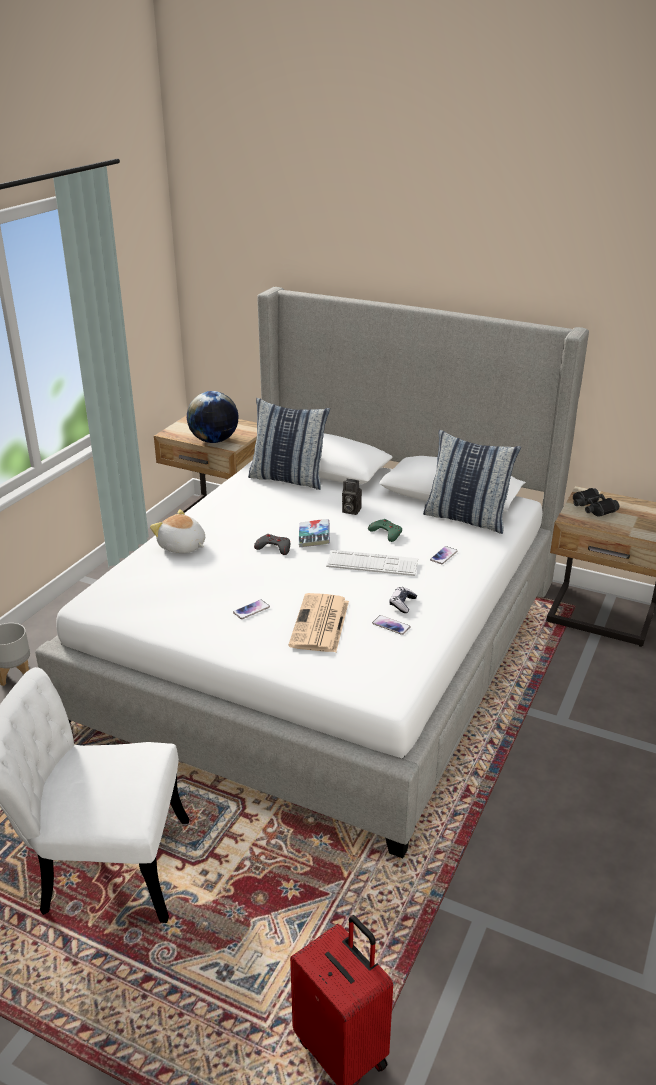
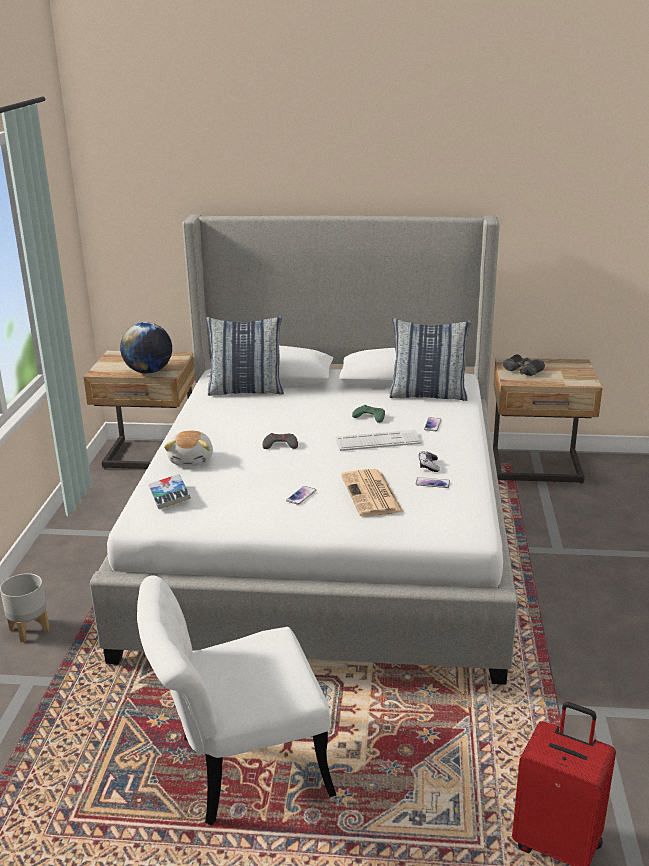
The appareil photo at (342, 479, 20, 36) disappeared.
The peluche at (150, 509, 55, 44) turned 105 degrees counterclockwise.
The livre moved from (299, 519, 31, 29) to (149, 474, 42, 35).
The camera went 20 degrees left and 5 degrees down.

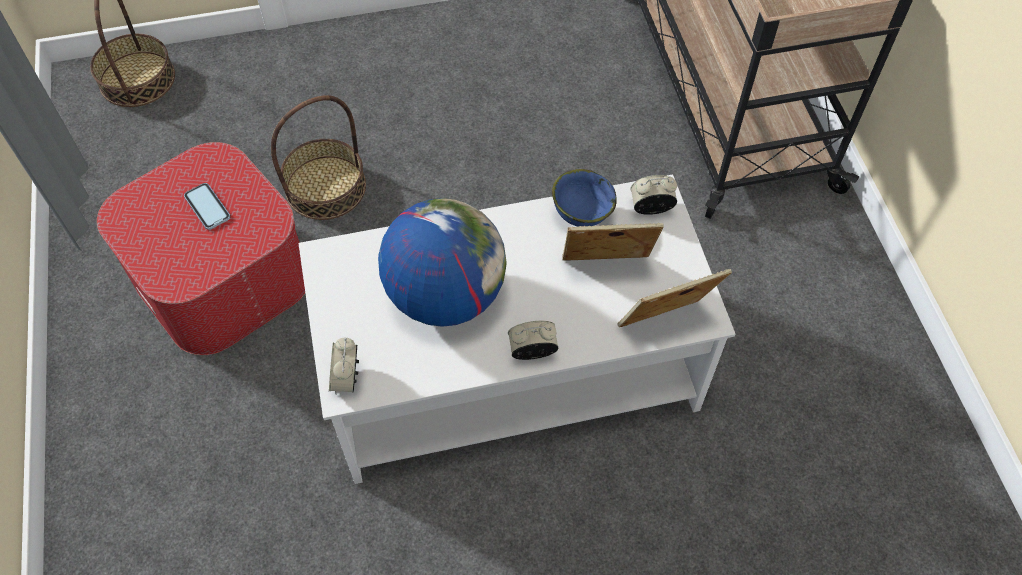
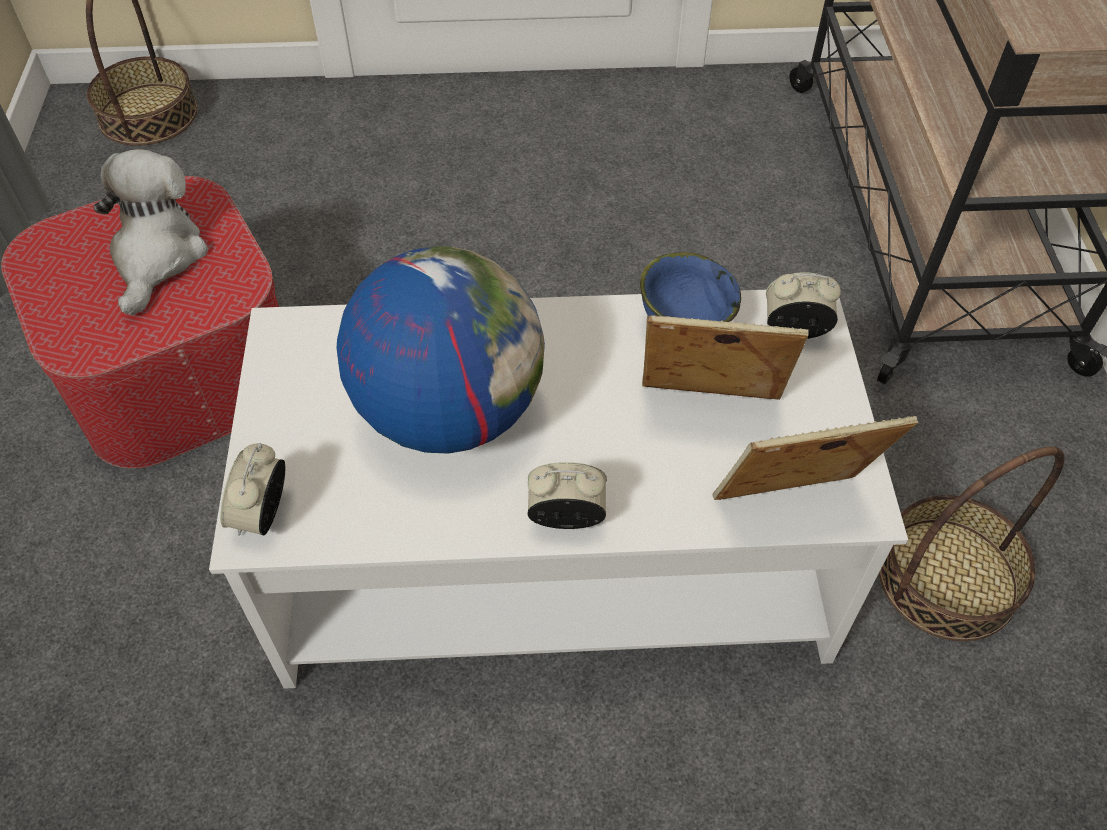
The panier moved from (271, 95, 95, 125) to (879, 447, 186, 194).
The téléphone at (184, 183, 46, 47) was replaced by the peluche at (93, 149, 115, 166).
The camera went 10 degrees right and 5 degrees down.

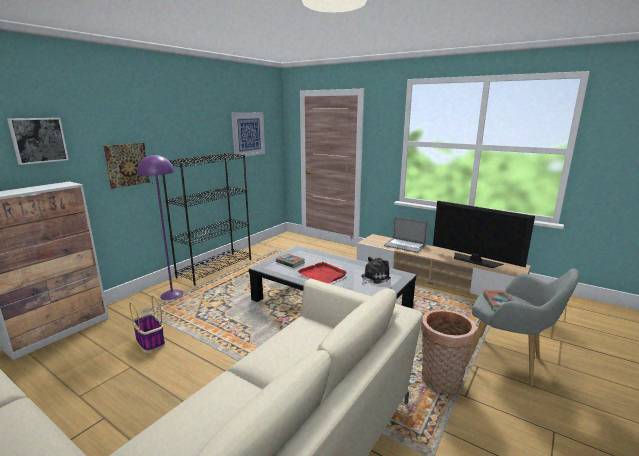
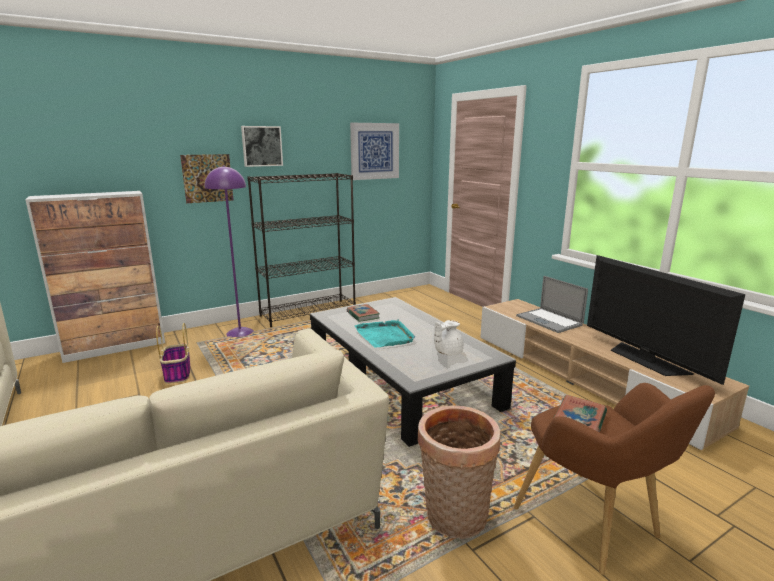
The tableau moved from (7, 118, 62, 47) to (241, 126, 42, 41).
The peluche at (361, 257, 30, 28) was replaced by the théière/blanc at (434, 320, 30, 35).
The plateau/rouge at (297, 262, 50, 22) became the plateau/turquoise at (355, 320, 60, 28).
The fauteuil/gris at (467, 268, 112, 118) became the fauteuil/marron at (514, 383, 201, 192).
The camera went 25 degrees right and 0 degrees up.

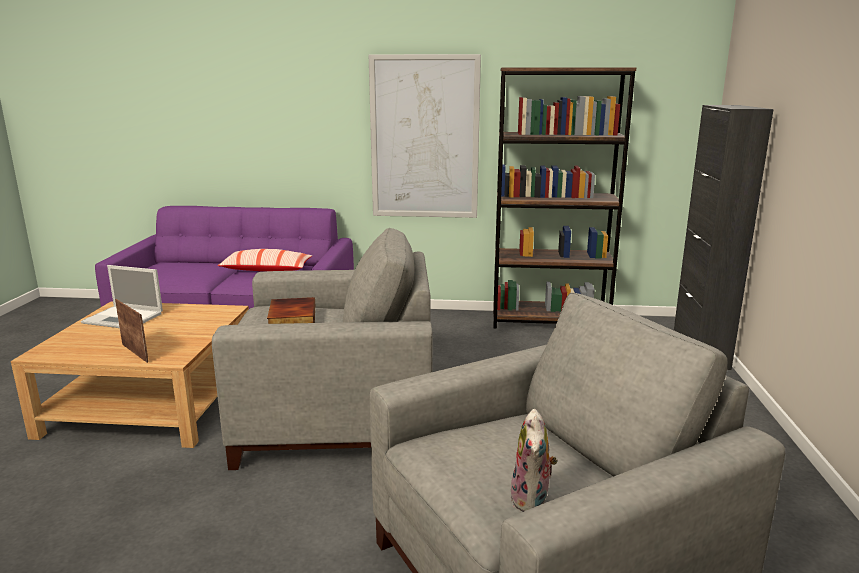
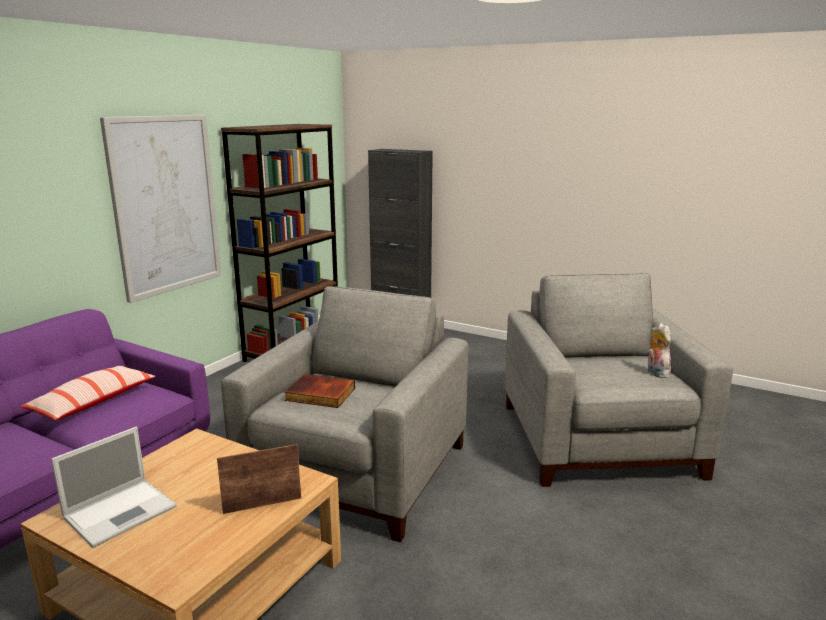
The peluche at (510, 409, 47, 103) turned 135 degrees counterclockwise.
The camera went 65 degrees left and 0 degrees up.

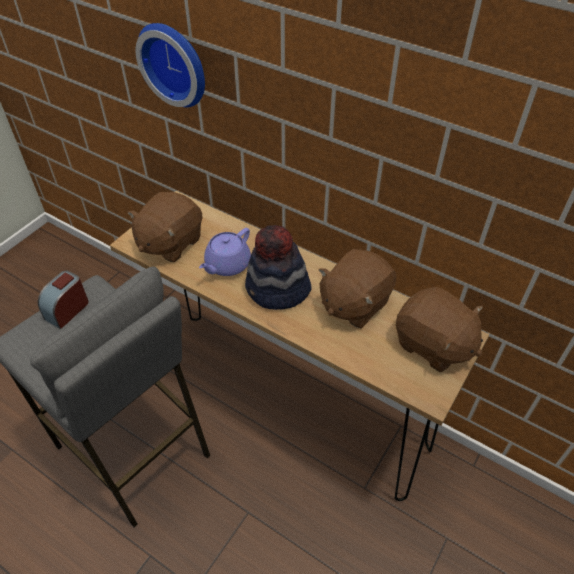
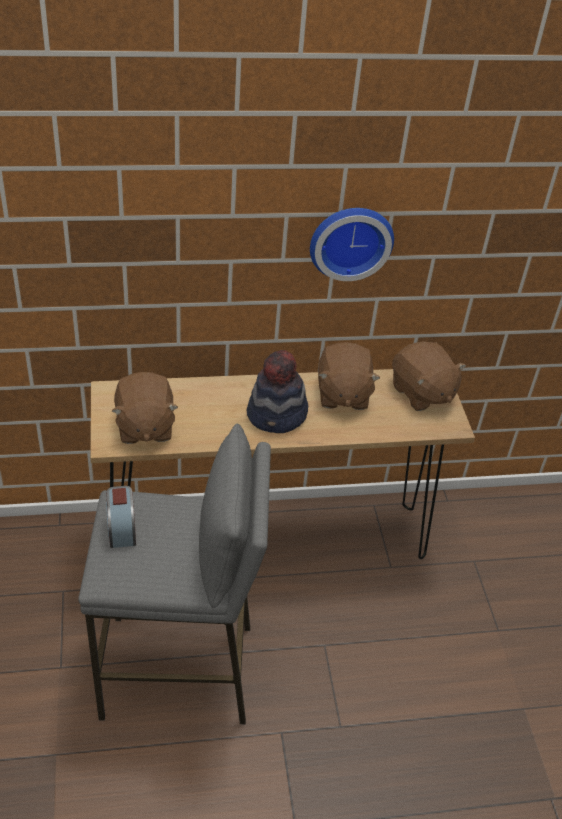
The horloge murale moved from (135, 23, 70, 84) to (310, 208, 84, 73).
The théière/violet at (199, 228, 52, 48) disappeared.
The peluche/marron at (396, 287, 87, 85) turned 60 degrees clockwise.
The camera went 45 degrees left and 5 degrees down.

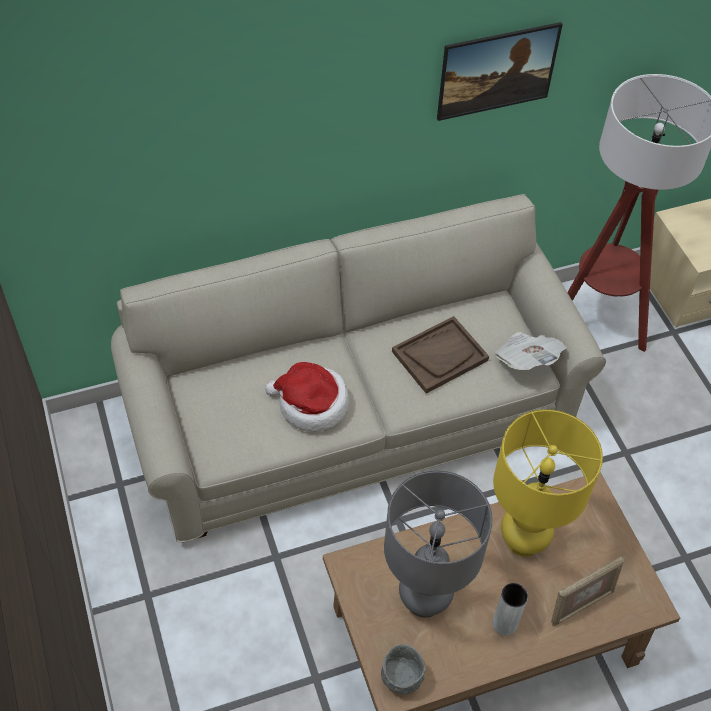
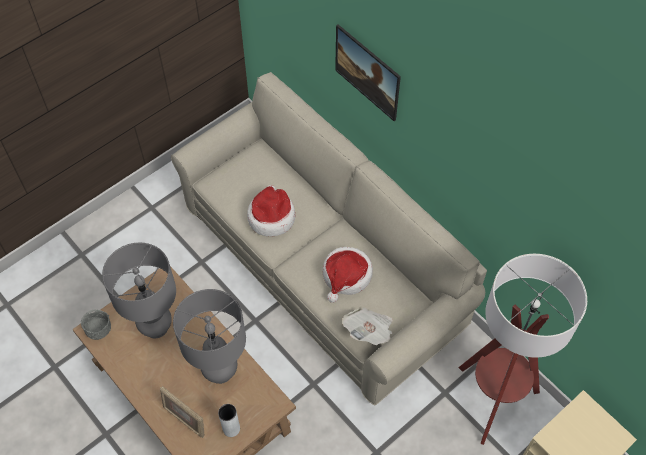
The tableau moved from (437, 22, 126, 99) to (335, 24, 66, 97).
The plateau/marron at (392, 316, 97, 78) was replaced by the chapeau at (323, 247, 50, 56).
The lampe de table/jaune at (493, 409, 110, 148) became the lampe de table/gris at (173, 289, 73, 95).
The vase/gris moved from (493, 583, 35, 52) to (218, 404, 22, 33).
The camera went 70 degrees right and 5 degrees up.

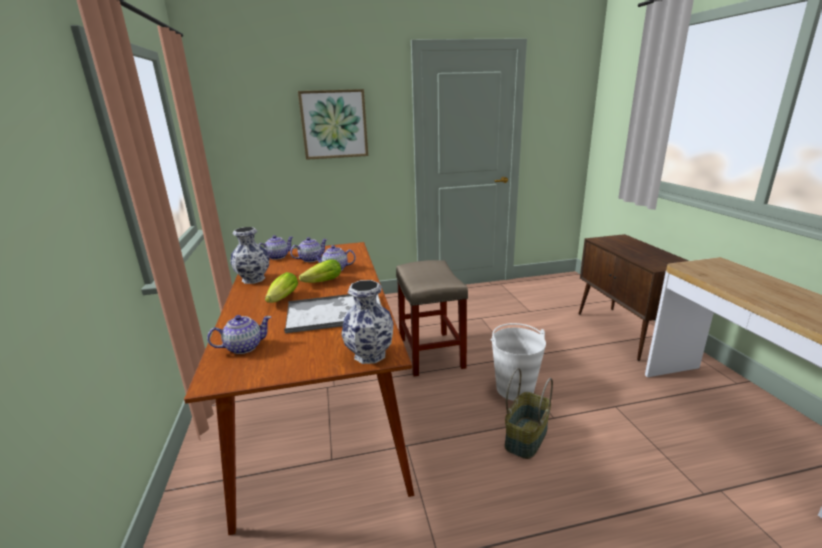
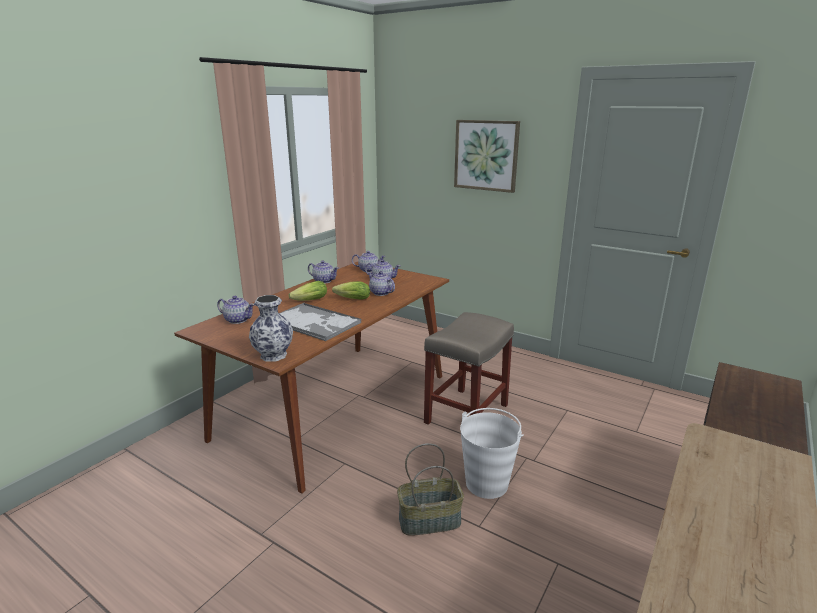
The vase at (230, 227, 39, 57) was replaced by the théière at (308, 260, 31, 24).
The camera went 45 degrees right and 0 degrees up.

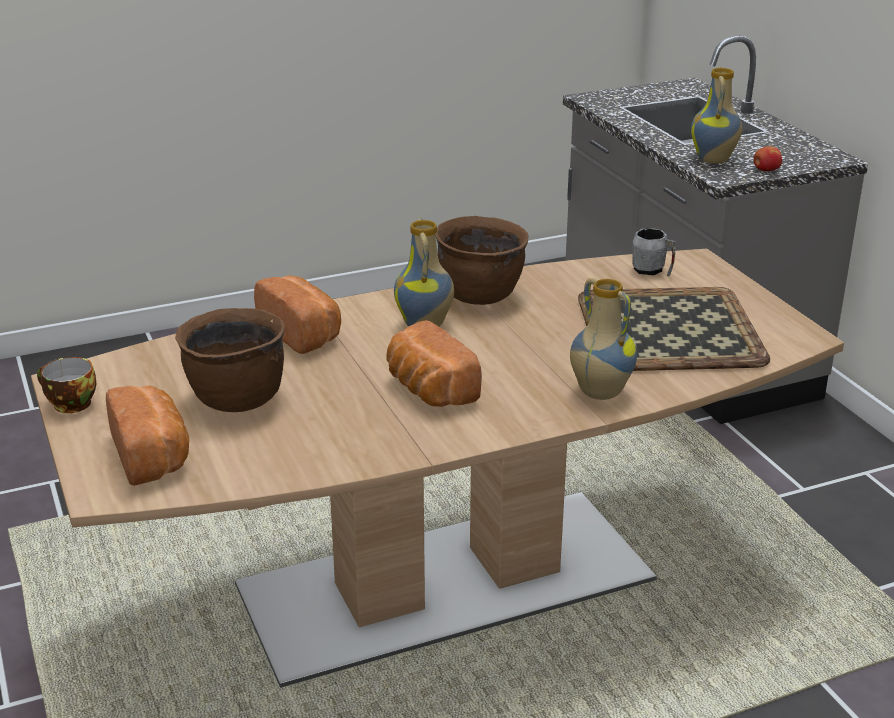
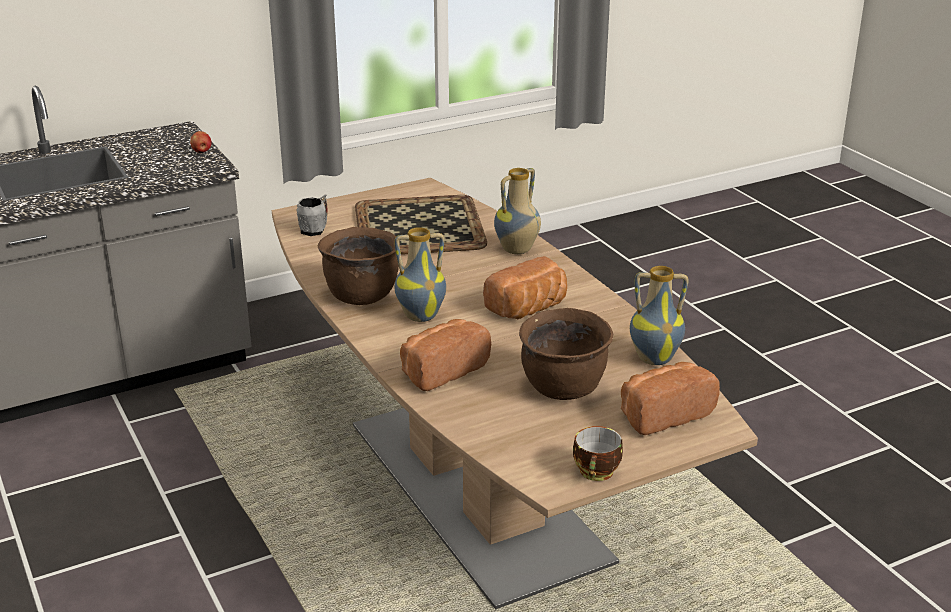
The vase moved from (691, 67, 51, 97) to (630, 266, 59, 99).
The camera went 95 degrees left and 0 degrees up.

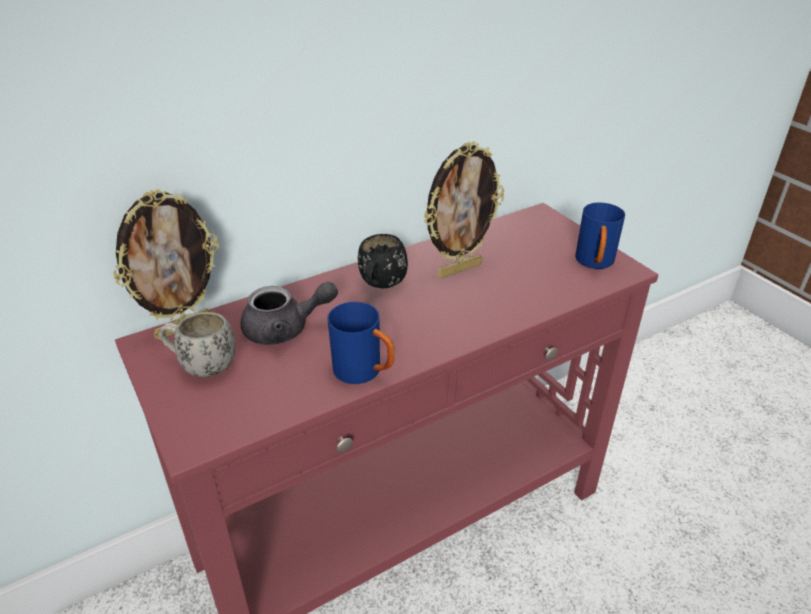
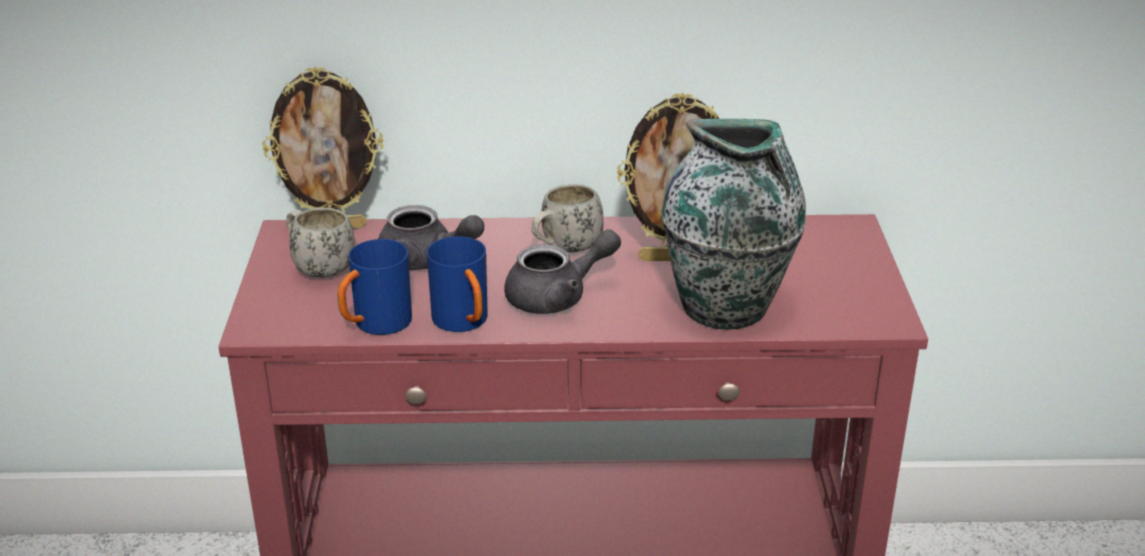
The mug/bleu moved from (575, 202, 50, 67) to (337, 239, 75, 96).
The mug/noir at (358, 234, 50, 54) became the mug/blanc at (531, 184, 73, 69).
The vase at (661, 119, 145, 211) appeared.
The théière/gris at (505, 229, 116, 85) appeared.
The camera went 30 degrees right and 5 degrees down.

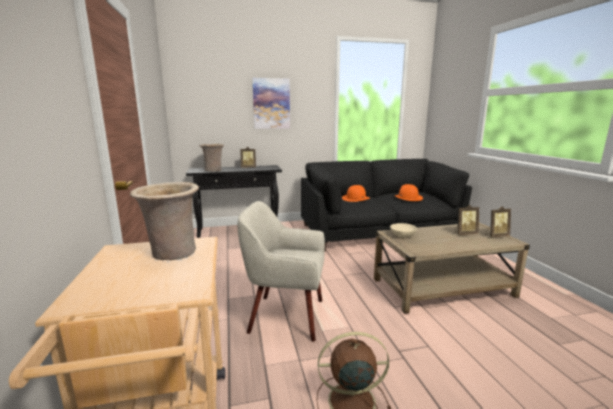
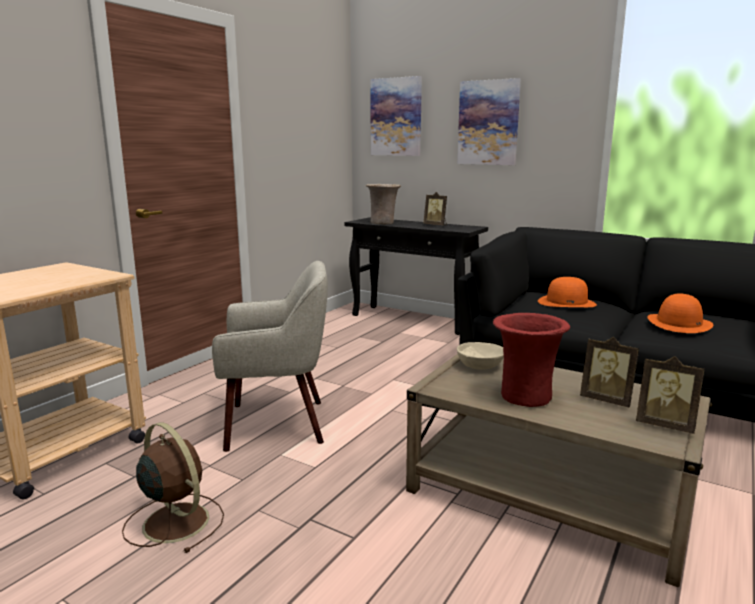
The vase/beige at (130, 182, 69, 78) disappeared.
The fauteuil/beige at (238, 201, 87, 141) turned 120 degrees clockwise.
The tableau at (370, 76, 52, 80) appeared.
The vase/rouge at (493, 313, 77, 94) appeared.
The camera went 45 degrees right and 0 degrees up.

